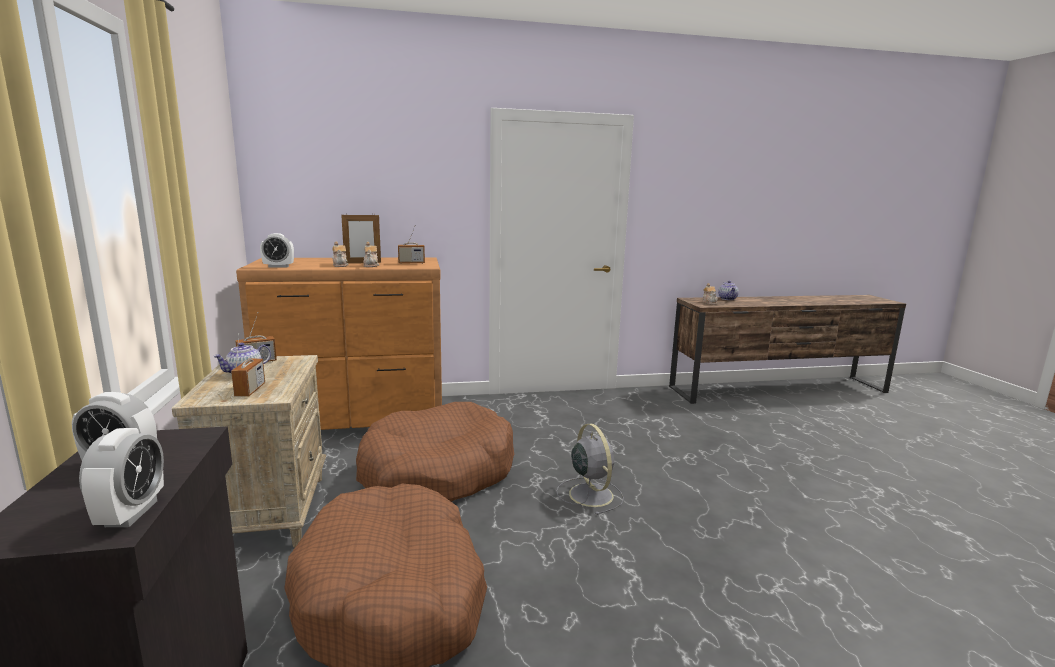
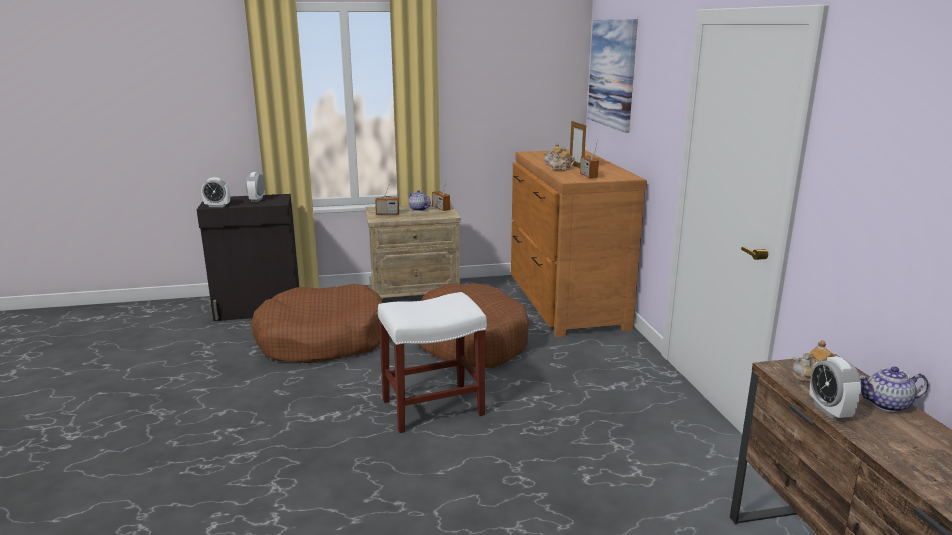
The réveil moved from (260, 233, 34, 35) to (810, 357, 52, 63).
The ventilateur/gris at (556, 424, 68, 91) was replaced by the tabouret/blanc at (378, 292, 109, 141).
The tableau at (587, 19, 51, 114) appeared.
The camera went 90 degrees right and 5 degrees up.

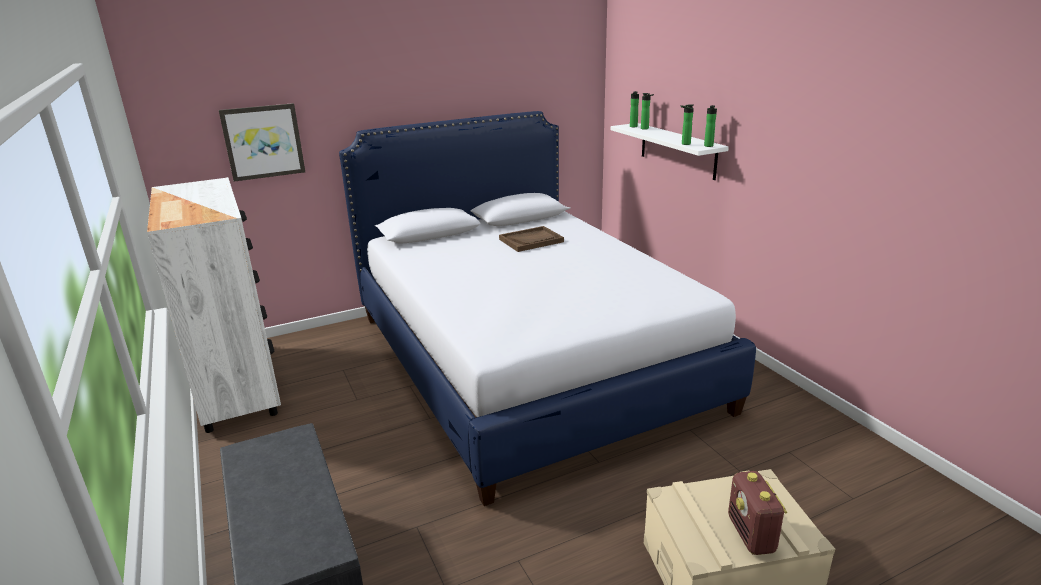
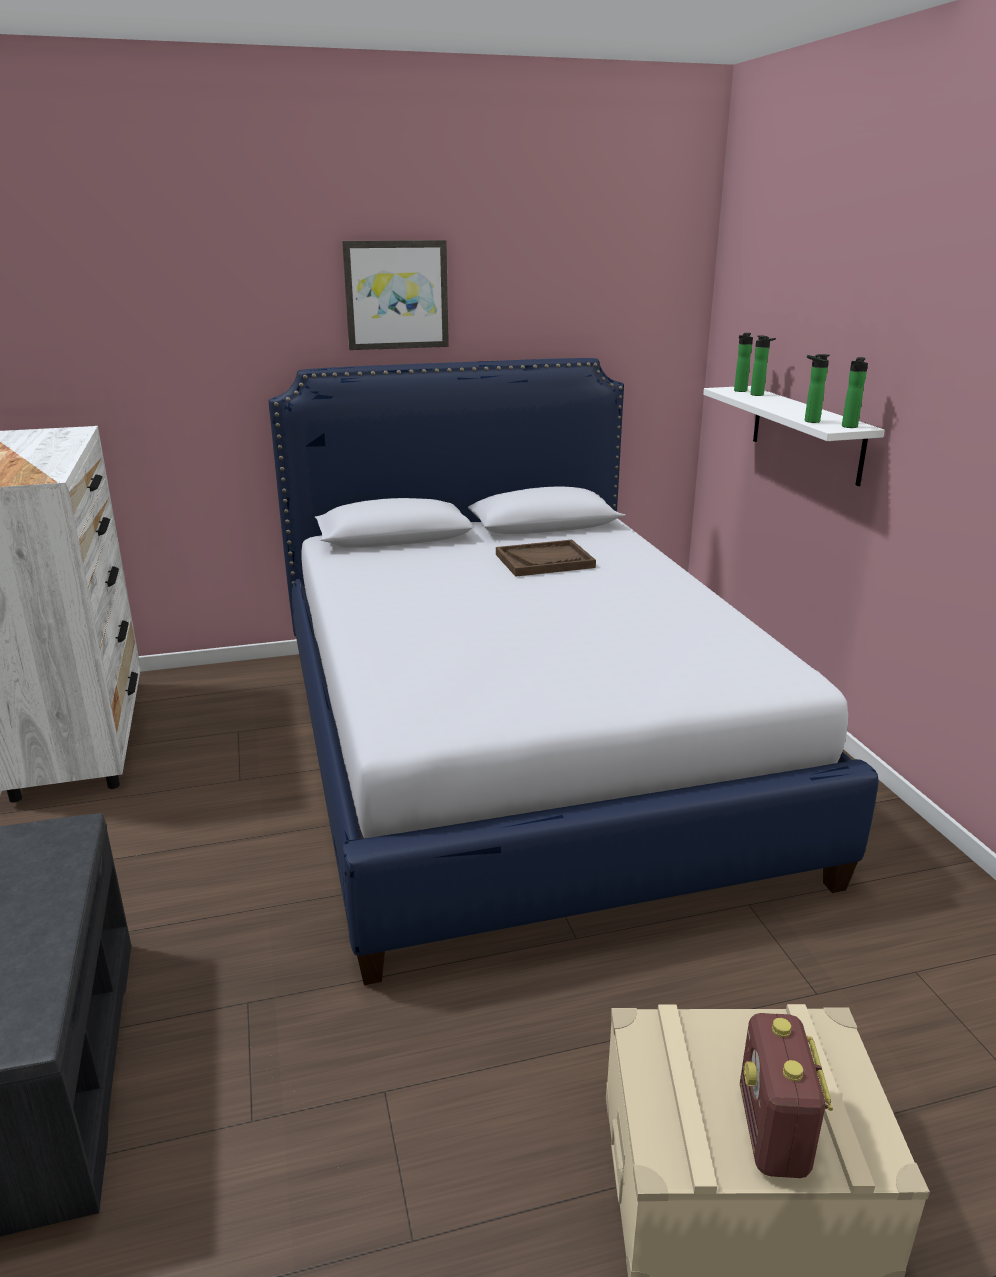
The tableau moved from (219, 103, 86, 79) to (342, 240, 107, 110).
The camera went 10 degrees right and 0 degrees up.

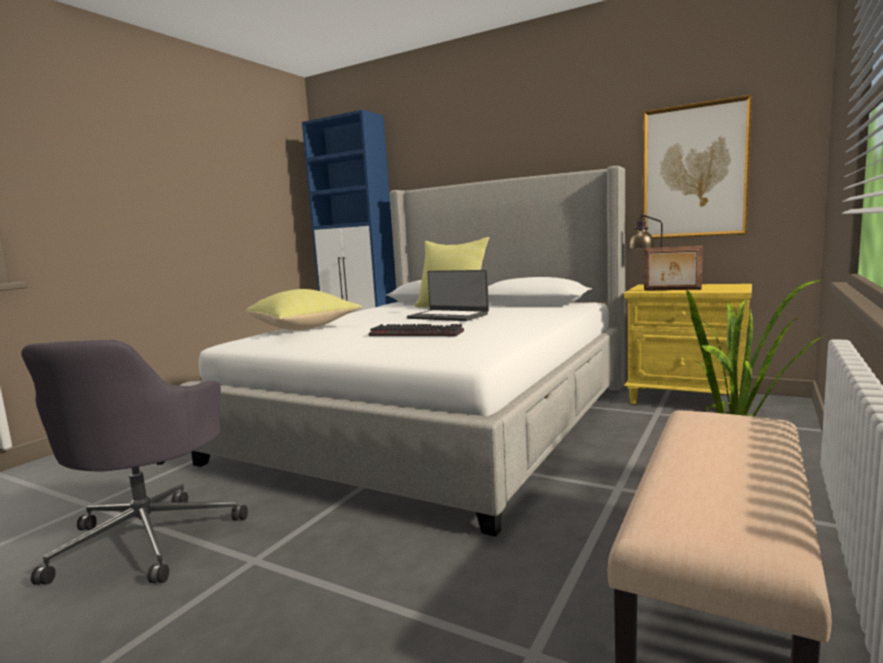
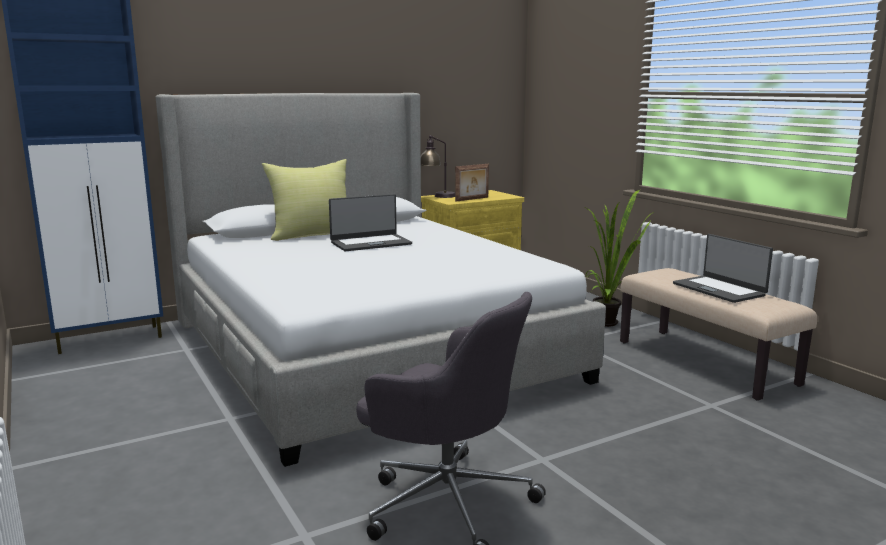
The tableau at (643, 94, 109, 145) disappeared.
The coussin/jaune at (246, 289, 116, 41) disappeared.
The clavier at (369, 324, 95, 12) disappeared.
The ordinateur portable at (673, 234, 100, 69) appeared.
The camera went 60 degrees left and 5 degrees up.

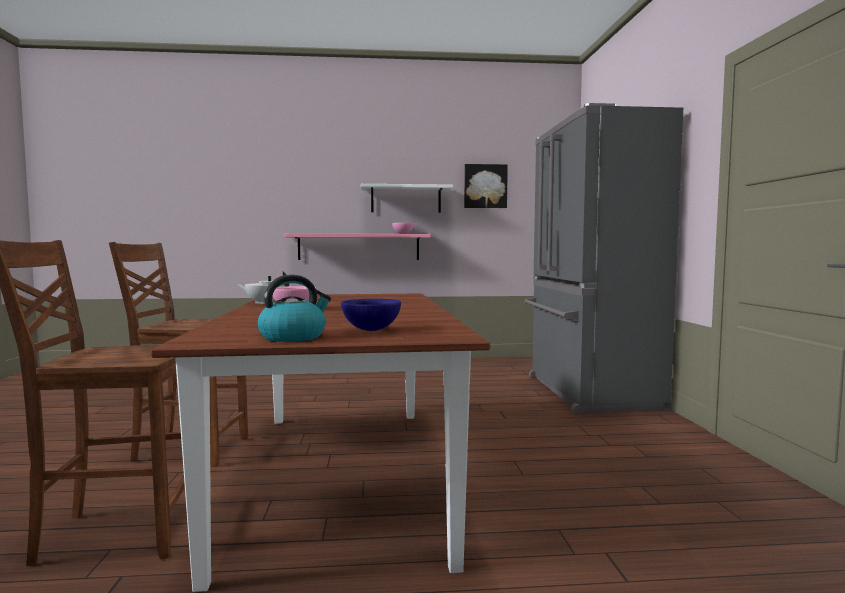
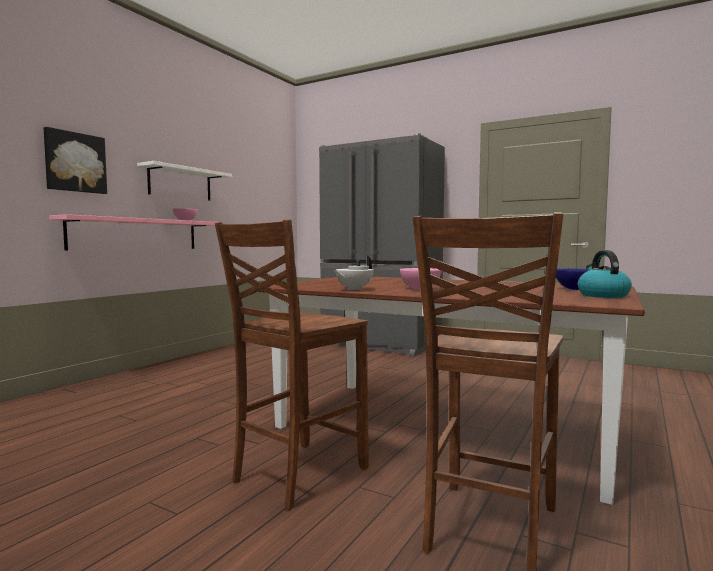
The tableau moved from (464, 164, 44, 44) to (44, 127, 63, 67).
The camera went 55 degrees left and 0 degrees up.

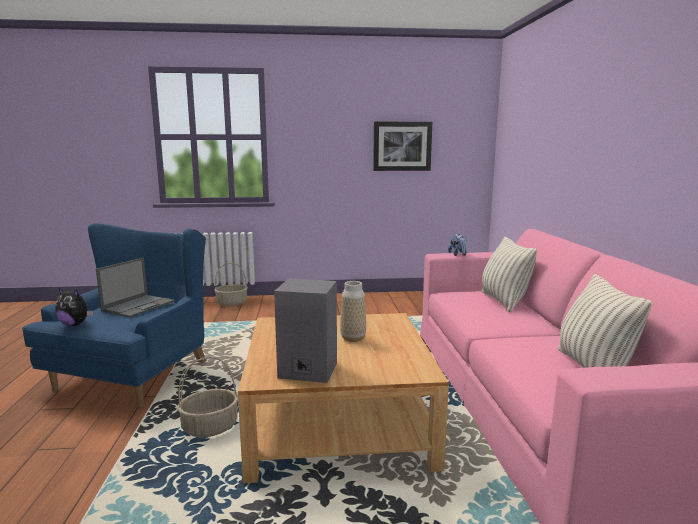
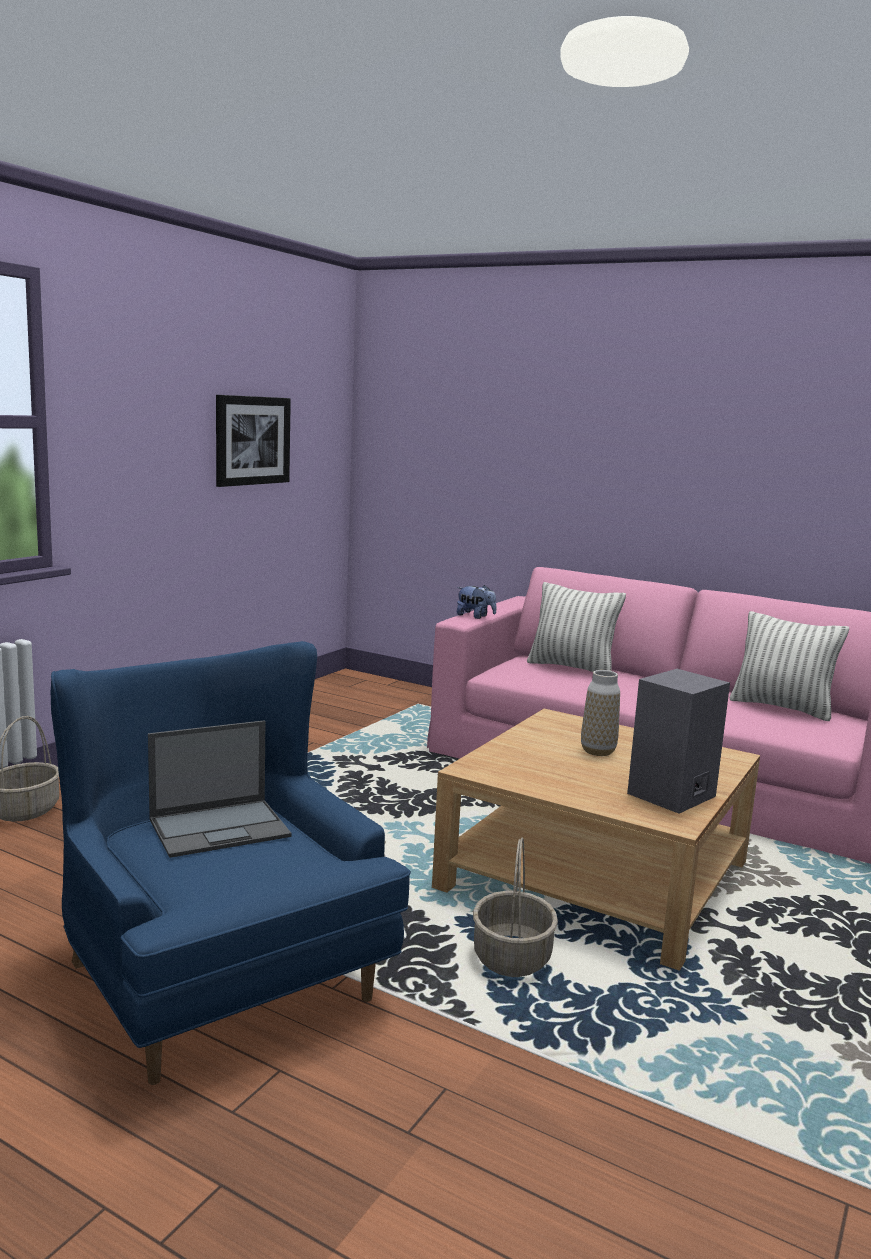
The ordinateur portable at (96, 258, 79, 60) turned 90 degrees clockwise.
The peluche at (55, 287, 38, 39) disappeared.
The camera went 55 degrees left and 0 degrees up.

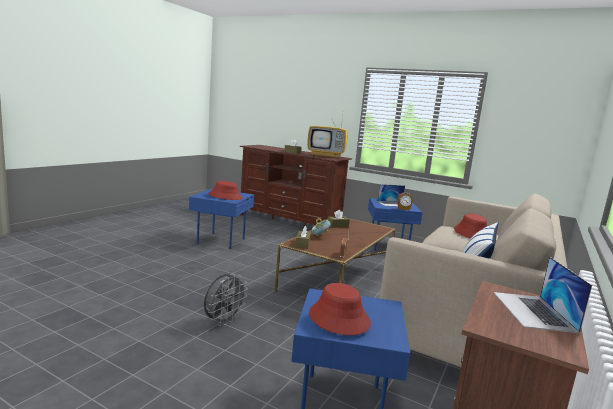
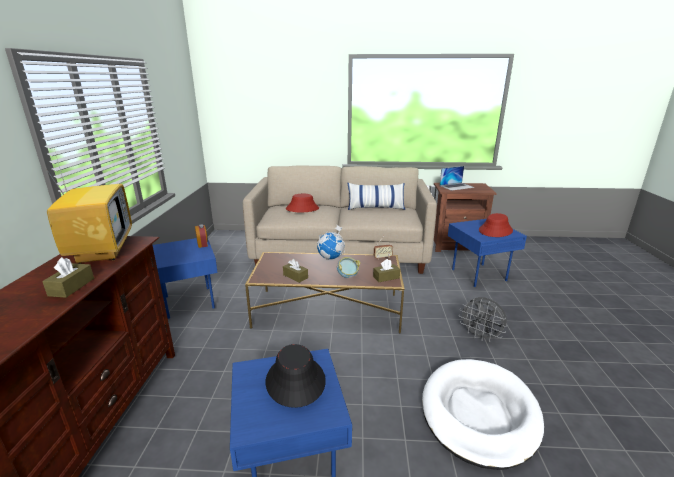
The chapeau/rouge at (208, 181, 35, 19) became the chapeau/noir at (266, 344, 60, 64).
The ordinateur portable at (377, 184, 28, 23) disappeared.
The ventilateur/gris at (204, 274, 44, 52) turned 150 degrees counterclockwise.
The globe at (317, 224, 28, 36) appeared.
The panier pour chien/blanc at (422, 359, 122, 111) appeared.
The camera went 115 degrees left and 10 degrees up.

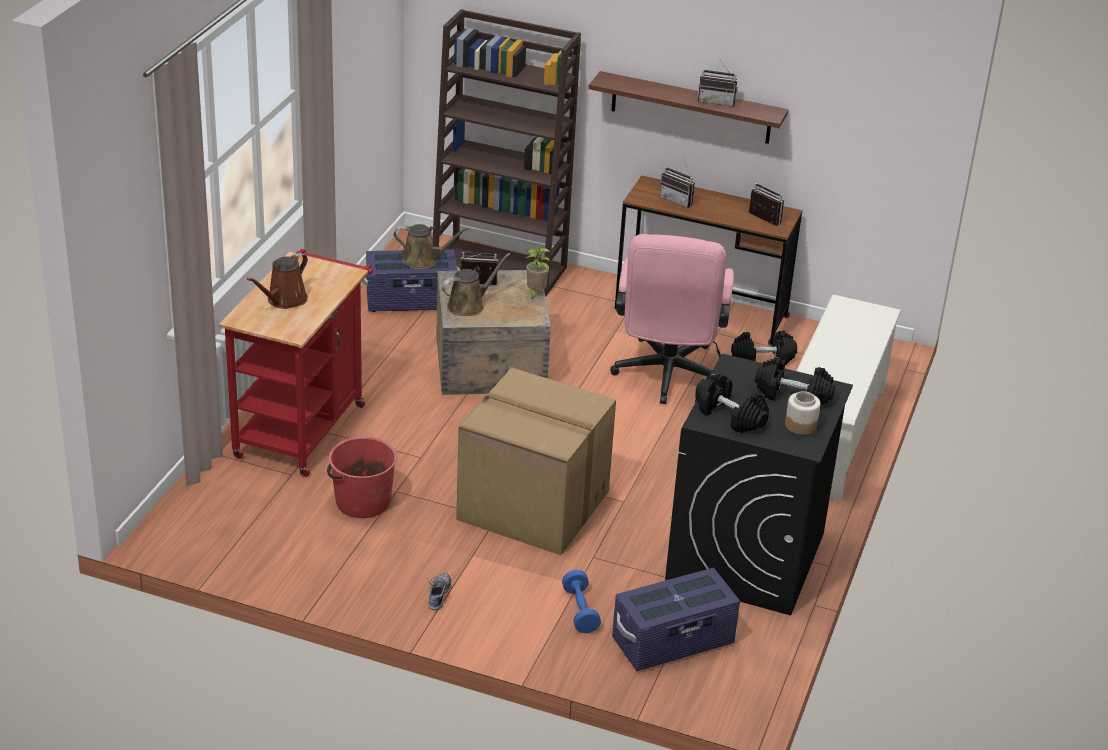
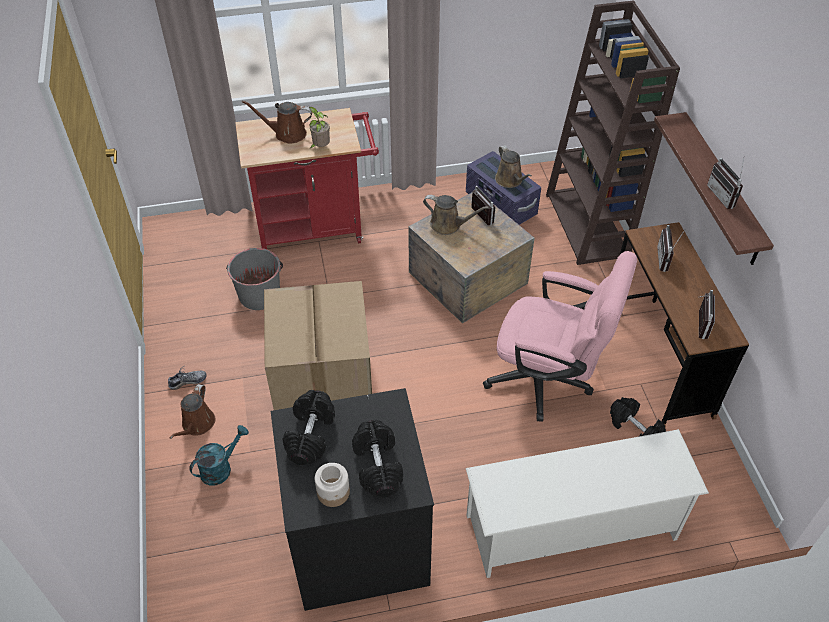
The chaise de bureau/rose at (610, 234, 124, 170) turned 135 degrees counterclockwise.
The plante en pot moved from (526, 248, 24, 52) to (309, 107, 21, 42).
The seau/rouge at (327, 437, 70, 81) became the seau/gris at (226, 248, 57, 62).
The boîte de rangement/violet at (612, 568, 128, 103) disappeared.
The haltère/bleu at (562, 570, 39, 63) was replaced by the arrosoir/turquoise at (189, 425, 60, 61).
The arrosoir/marron at (170, 384, 45, 55) appeared.
The camera went 60 degrees right and 15 degrees up.

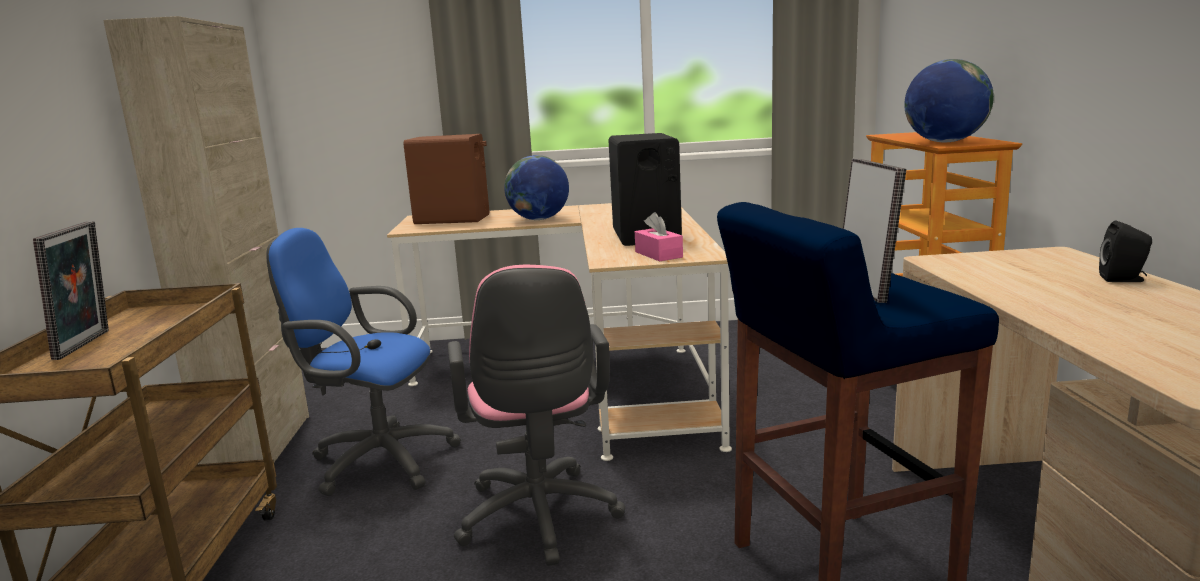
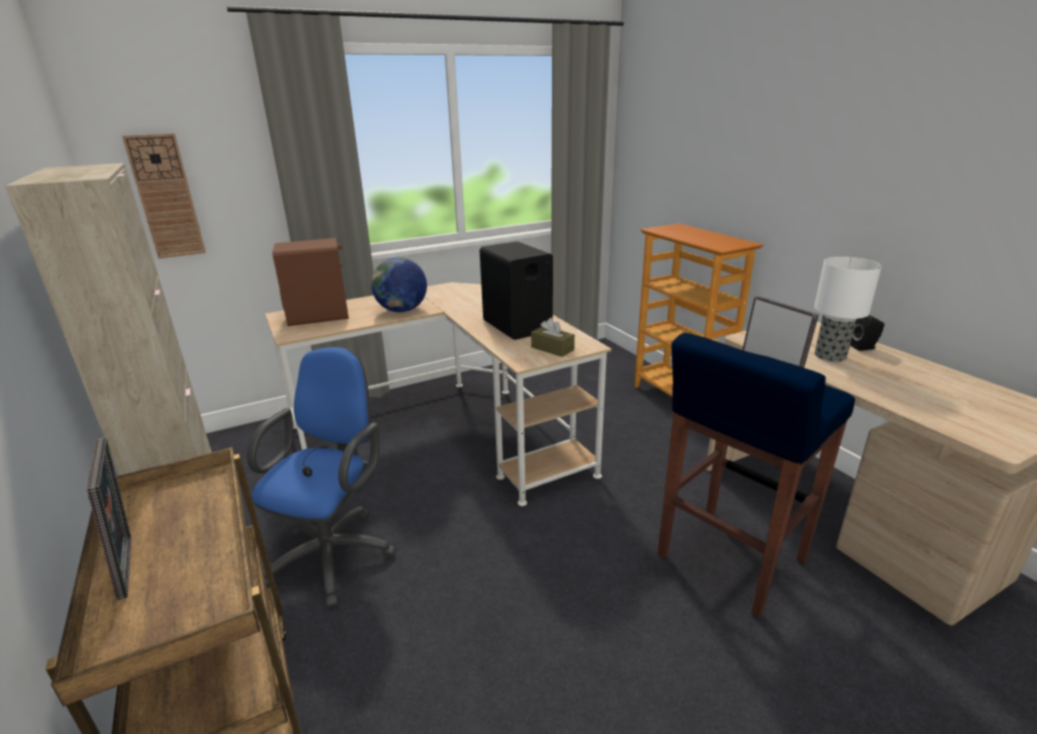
The globe at (904, 59, 90, 84) disappeared.
The boîte à mouchoirs/rose at (635, 212, 48, 49) became the boîte à mouchoirs/marron at (531, 318, 44, 39).
The chaise de bureau/bleu at (266, 228, 195, 268) turned 120 degrees clockwise.
The chaise de bureau/rose at (448, 265, 177, 301) disappeared.
The horloge murale at (122, 133, 84, 126) appeared.
The lampe de table at (814, 257, 68, 105) appeared.
The camera went 25 degrees left and 10 degrees up.

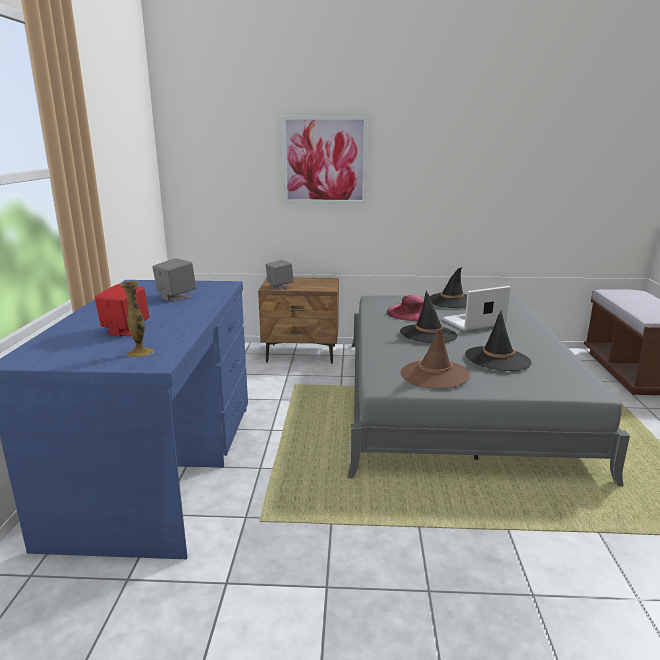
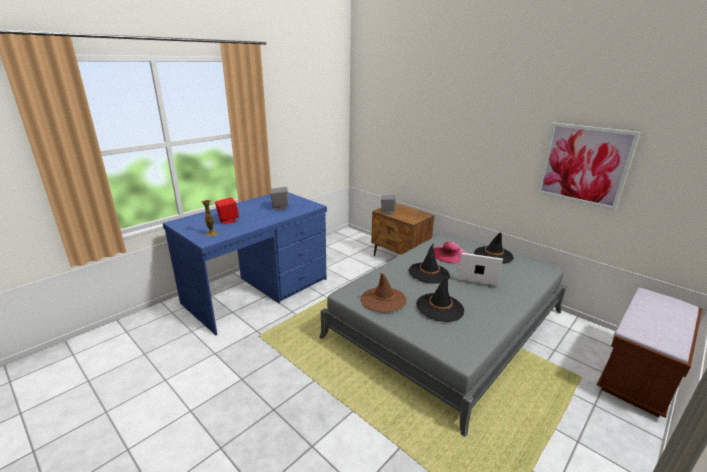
The tableau moved from (281, 116, 87, 88) to (537, 123, 104, 87).
The camera went 40 degrees right and 5 degrees up.

